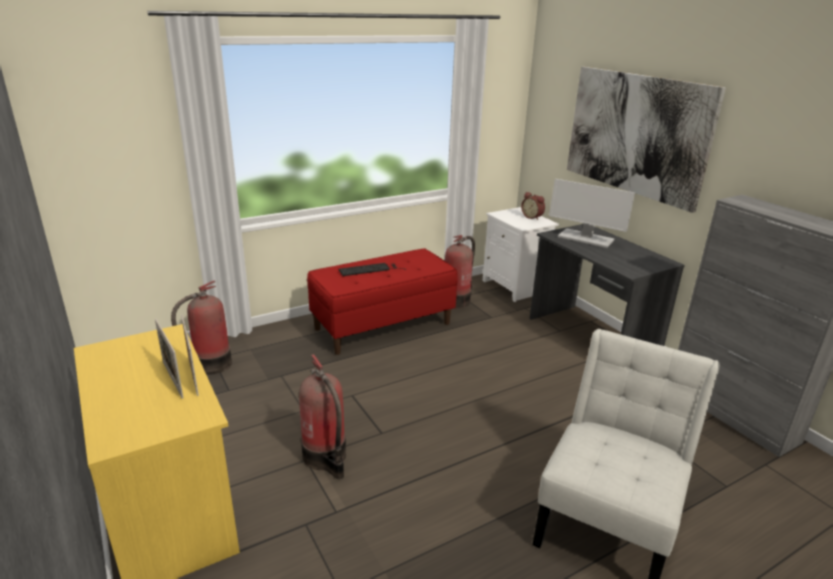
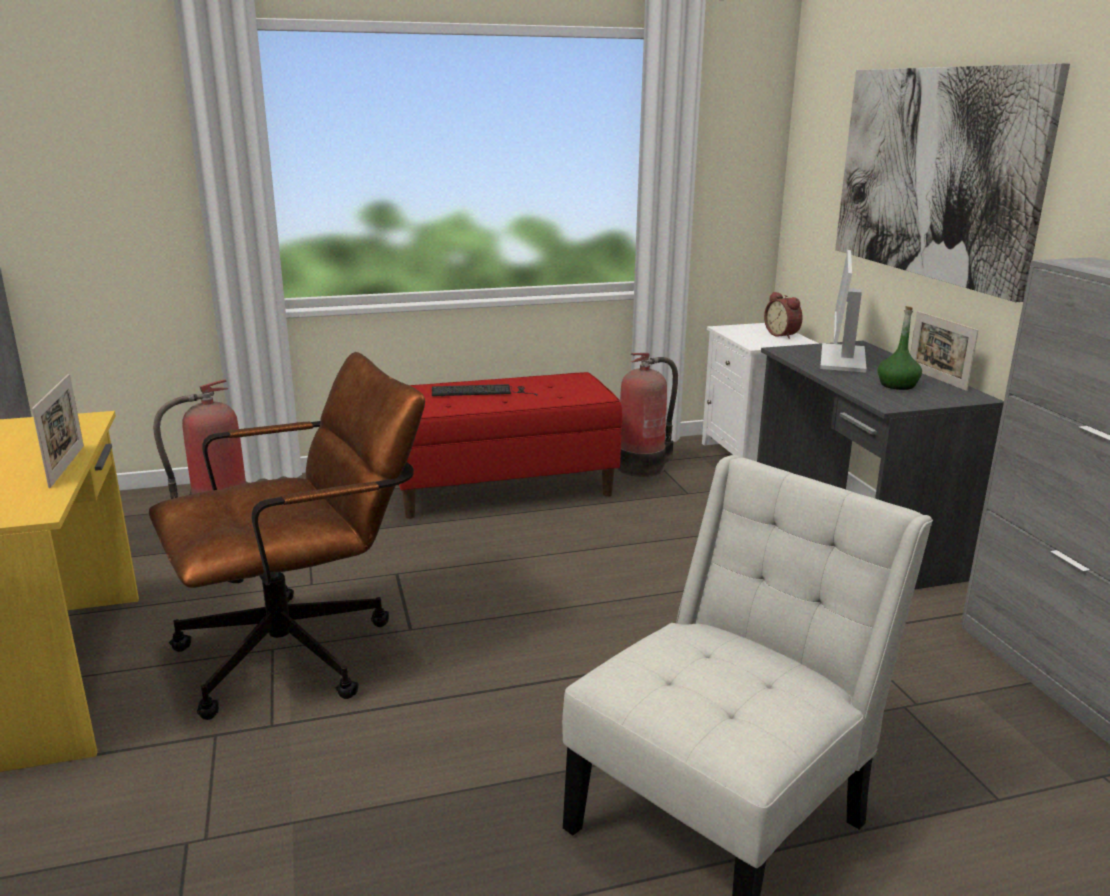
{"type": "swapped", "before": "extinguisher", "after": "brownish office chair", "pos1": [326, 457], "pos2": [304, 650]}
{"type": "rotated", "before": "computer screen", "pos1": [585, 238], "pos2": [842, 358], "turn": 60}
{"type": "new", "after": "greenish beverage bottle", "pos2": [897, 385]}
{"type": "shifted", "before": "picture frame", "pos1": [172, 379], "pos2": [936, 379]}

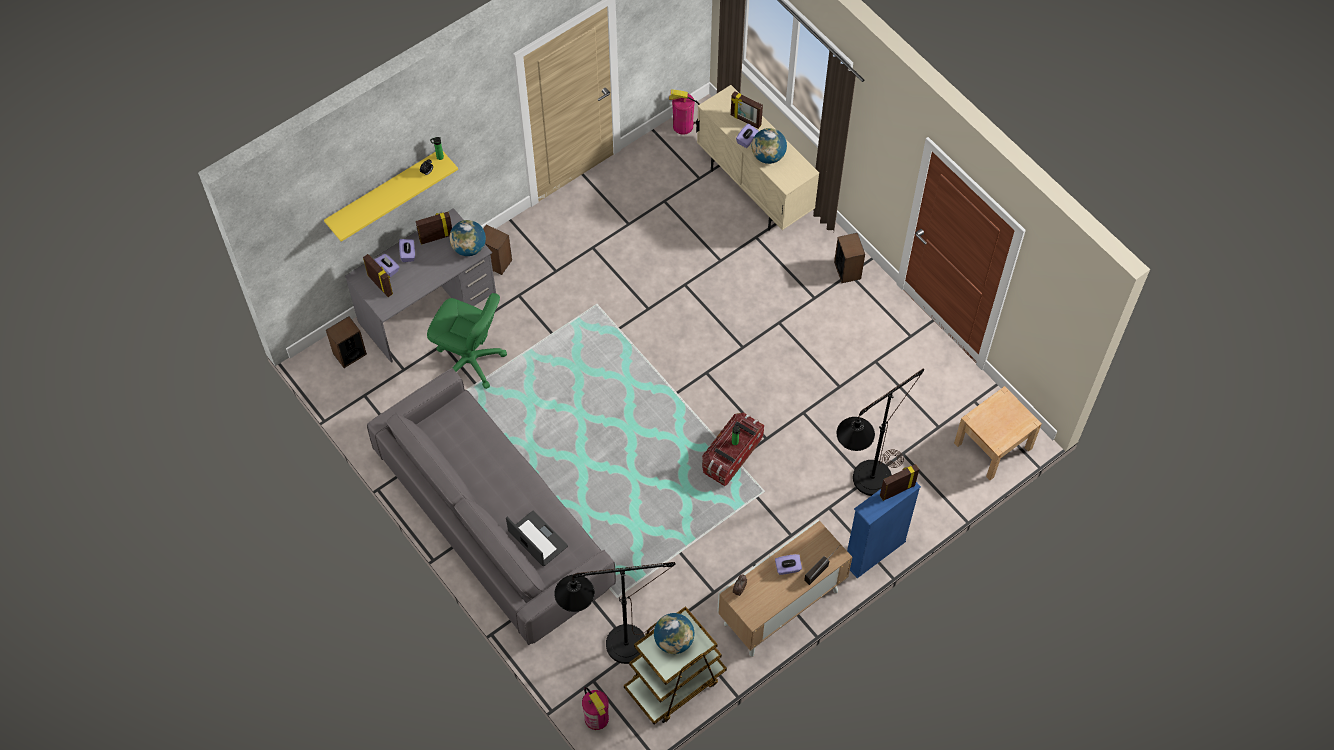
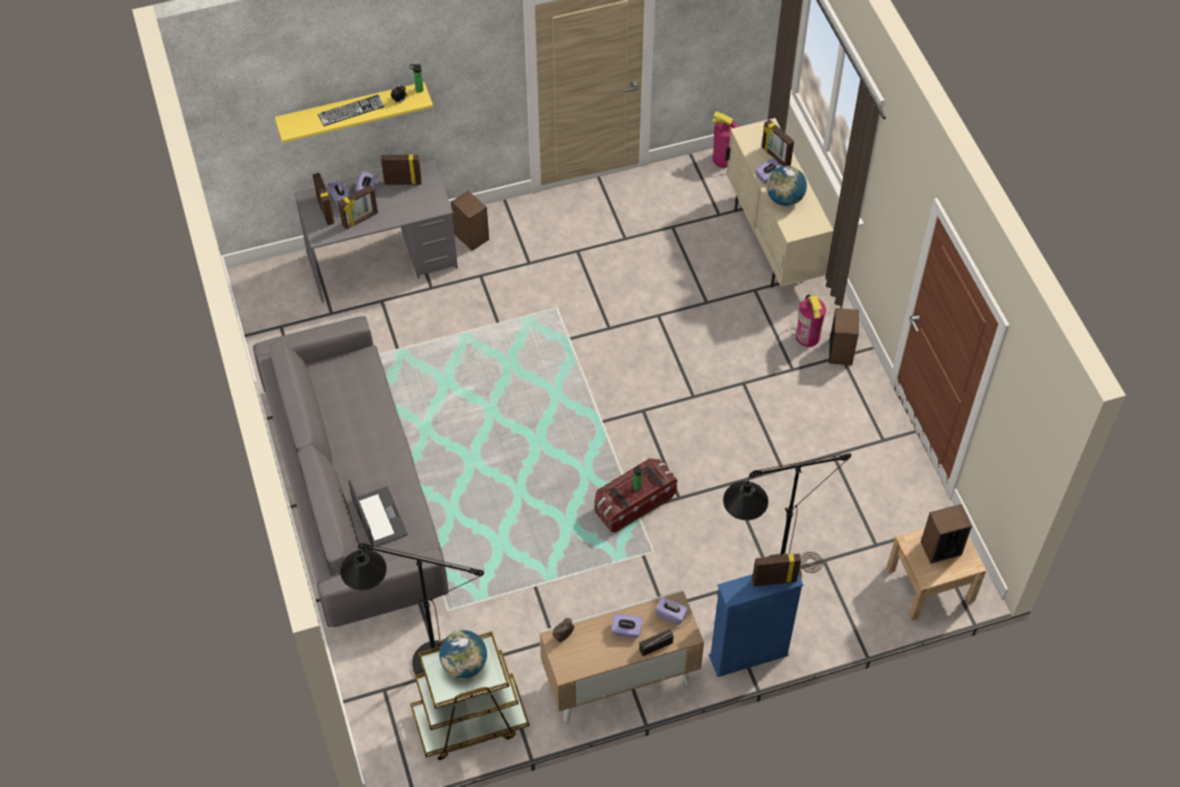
{"type": "new", "after": "PC keyboard", "pos2": [351, 110]}
{"type": "new", "after": "picture frame", "pos2": [360, 220]}
{"type": "new", "after": "purplish box of tissues", "pos2": [671, 615]}
{"type": "shifted", "before": "extinguisher", "pos1": [596, 718], "pos2": [807, 336]}
{"type": "shifted", "before": "loudspeaker", "pos1": [349, 354], "pos2": [940, 548]}
{"type": "gone", "before": "greenish office chair", "pos1": [470, 361]}
{"type": "gone", "before": "globe", "pos1": [469, 248]}

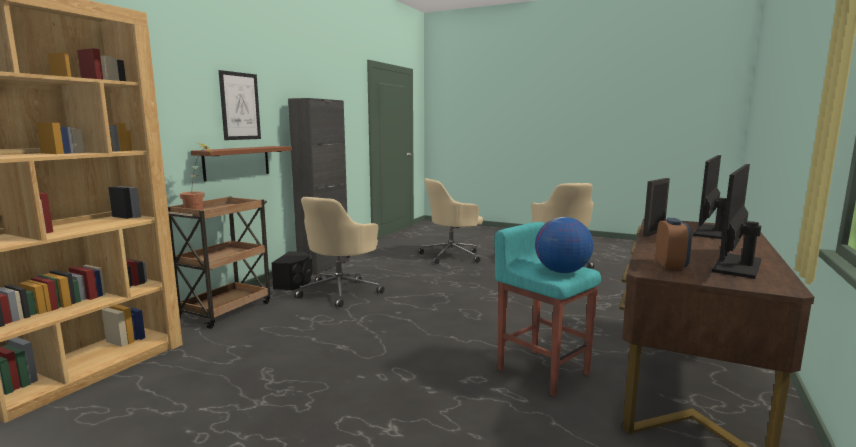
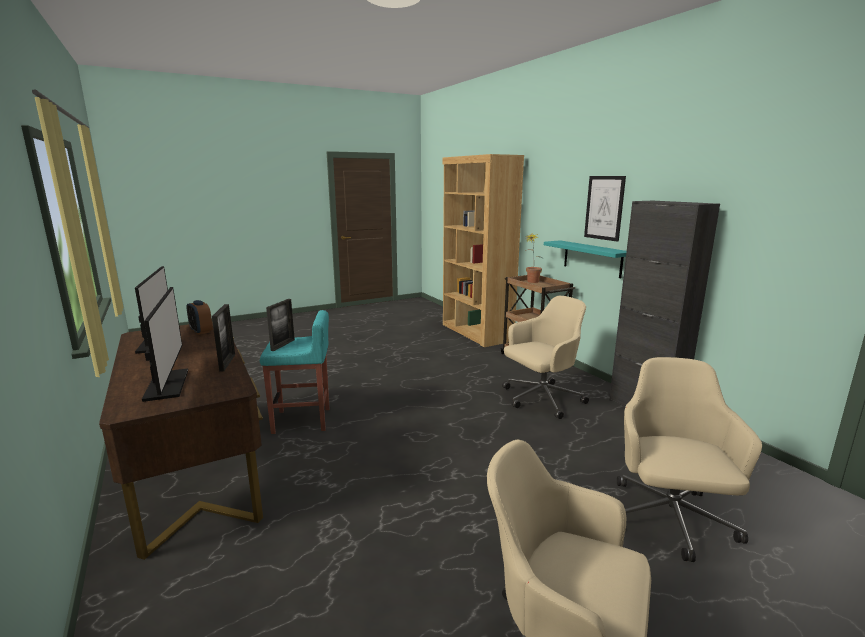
{"type": "swapped", "before": "globe", "after": "picture frame", "pos1": [561, 272], "pos2": [283, 345]}
{"type": "rotated", "before": "beige office chair", "pos1": [341, 291], "pos2": [540, 399], "turn": 90}
{"type": "repainted", "before": "brownish bracket shelf", "after": "turquoise bracket shelf", "pos1": [237, 162], "pos2": [592, 258]}
{"type": "gone", "before": "blackish loudspeaker", "pos1": [295, 282]}

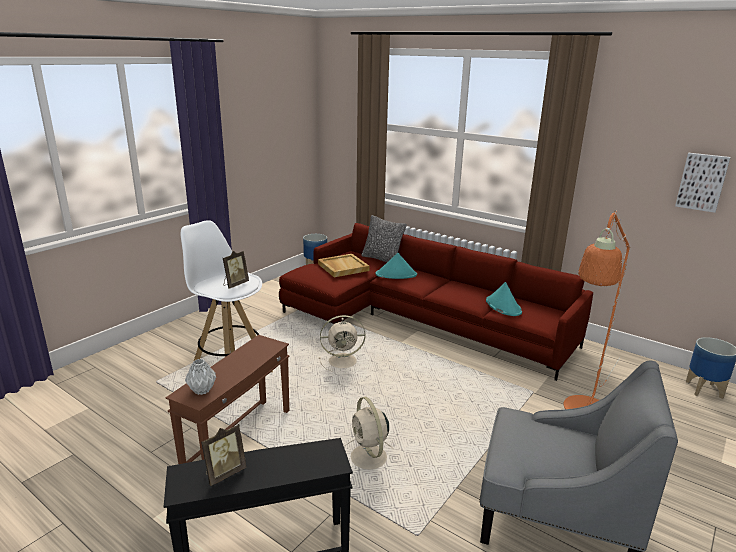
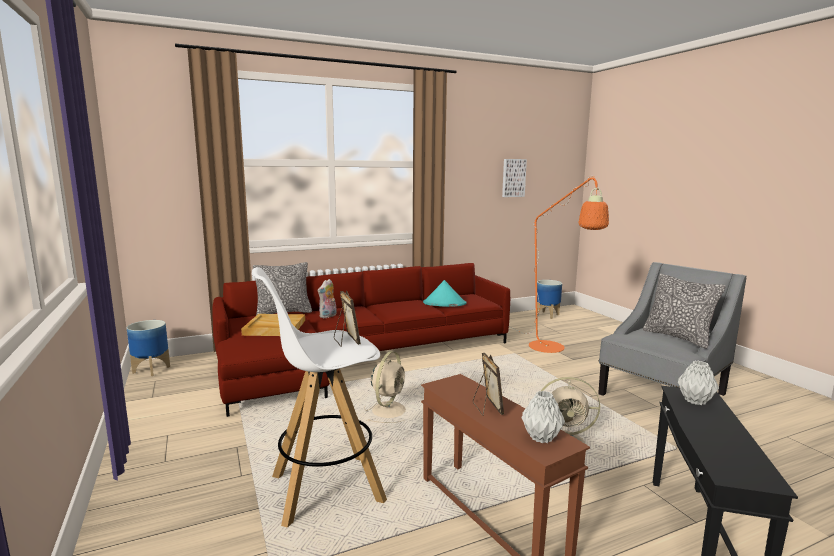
{"type": "swapped", "before": "turquoise wearable hat", "after": "cuddly toy", "pos1": [396, 274], "pos2": [328, 316]}
{"type": "shifted", "before": "picture frame", "pos1": [224, 473], "pos2": [487, 408]}
{"type": "new", "after": "throw pillow", "pos2": [678, 337]}
{"type": "new", "after": "greyish vase", "pos2": [695, 401]}

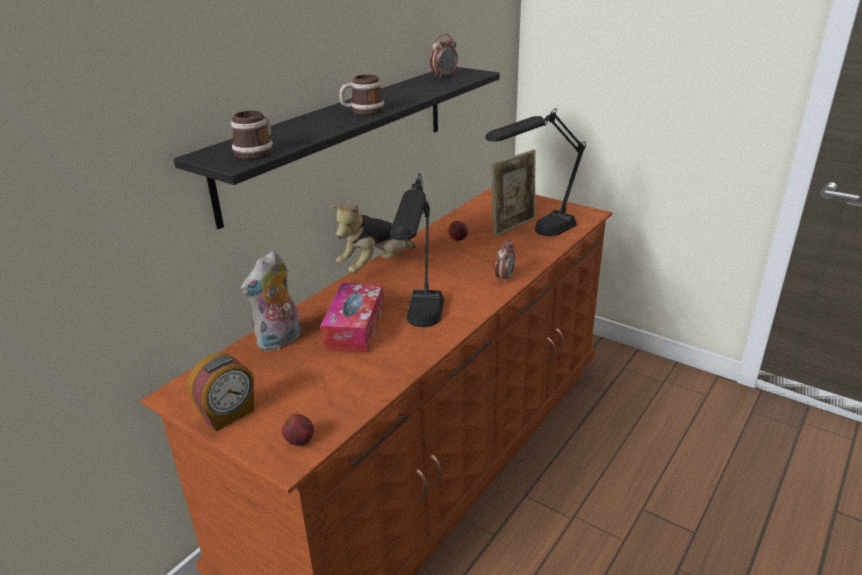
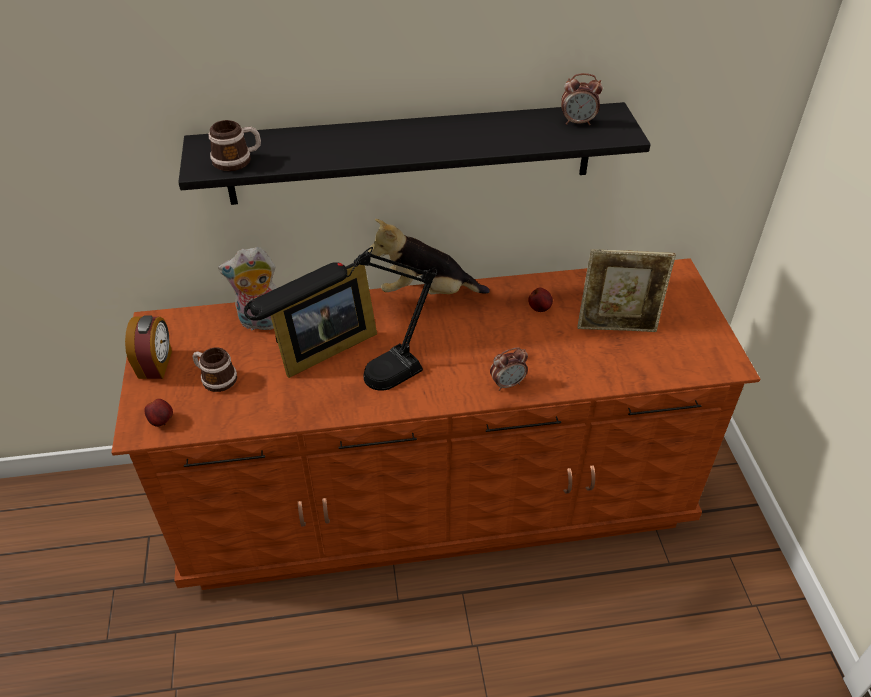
{"type": "rotated", "before": "table clock", "pos1": [228, 415], "pos2": [156, 365], "turn": -90}
{"type": "shifted", "before": "coffee mug", "pos1": [362, 111], "pos2": [215, 378]}
{"type": "swapped", "before": "box of tissues", "after": "picture frame", "pos1": [355, 328], "pos2": [323, 348]}
{"type": "gone", "before": "blackish lamp for a table", "pos1": [535, 236]}

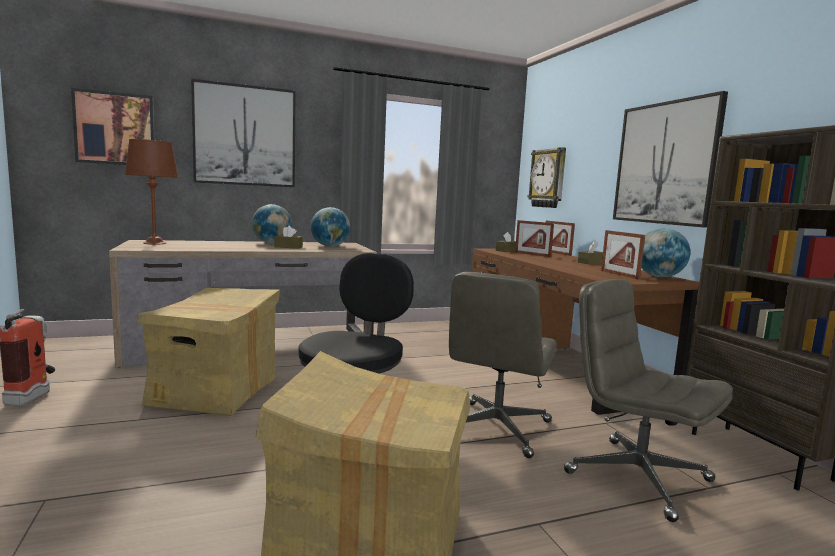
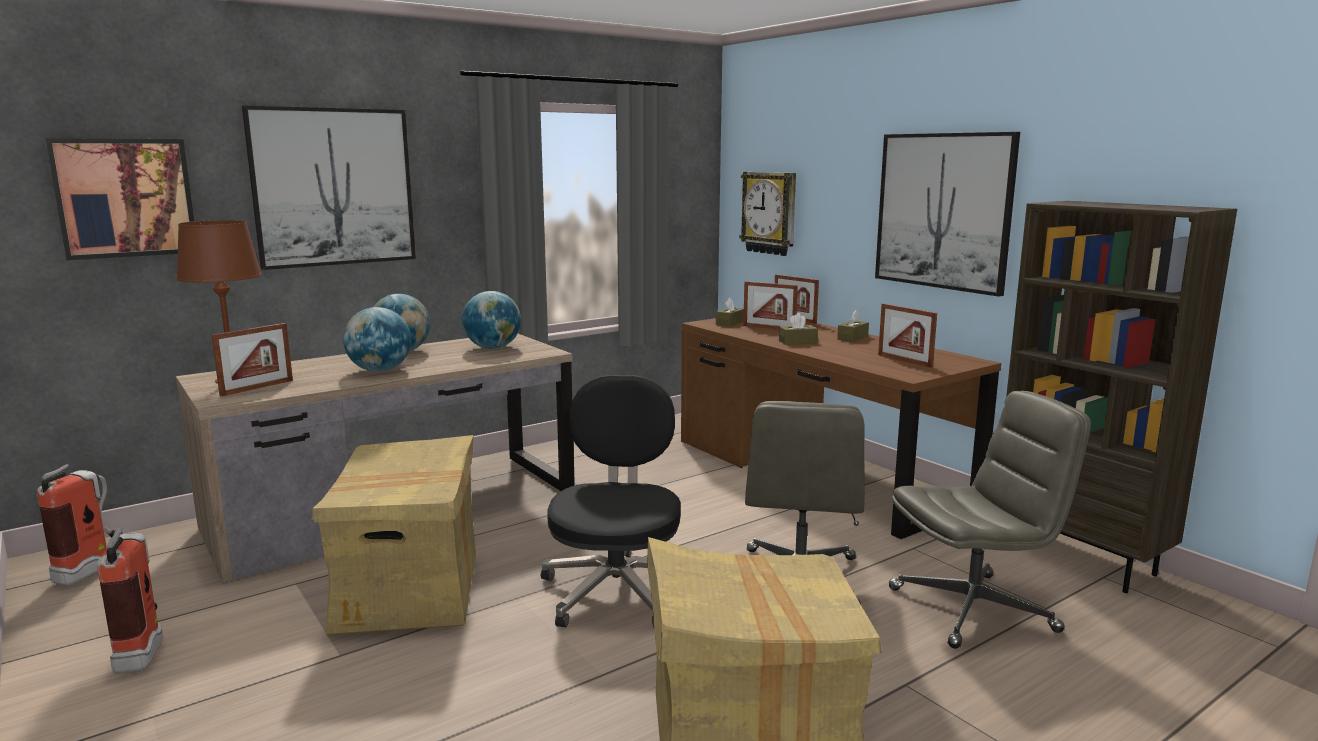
{"type": "new", "after": "extinguisher", "pos2": [93, 571]}
{"type": "new", "after": "picture frame", "pos2": [257, 388]}
{"type": "shifted", "before": "globe", "pos1": [659, 277], "pos2": [380, 370]}
{"type": "shifted", "before": "brownish box of tissues", "pos1": [288, 247], "pos2": [797, 342]}
{"type": "rotated", "before": "greyish office chair", "pos1": [636, 476], "pos2": [973, 609], "turn": 135}

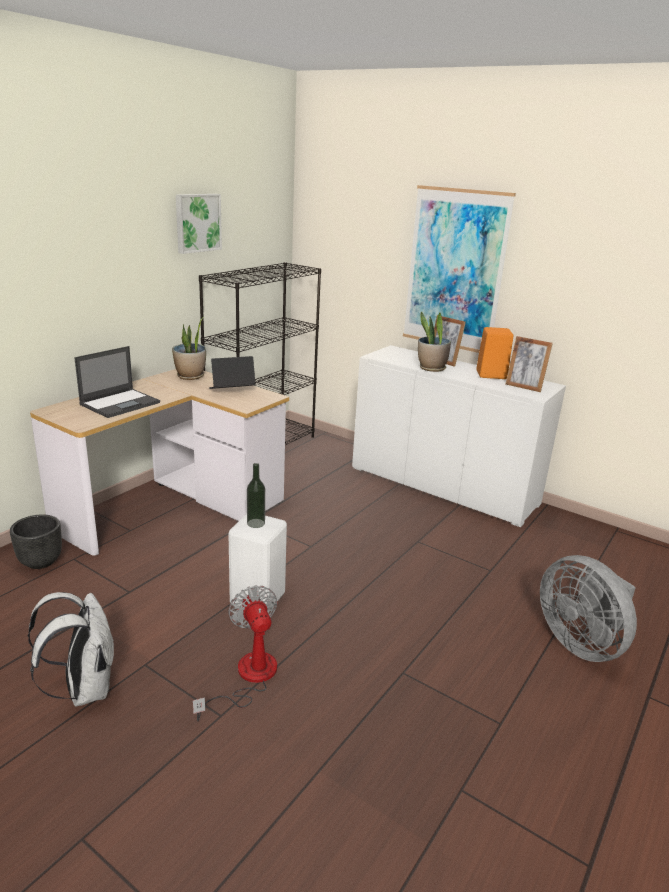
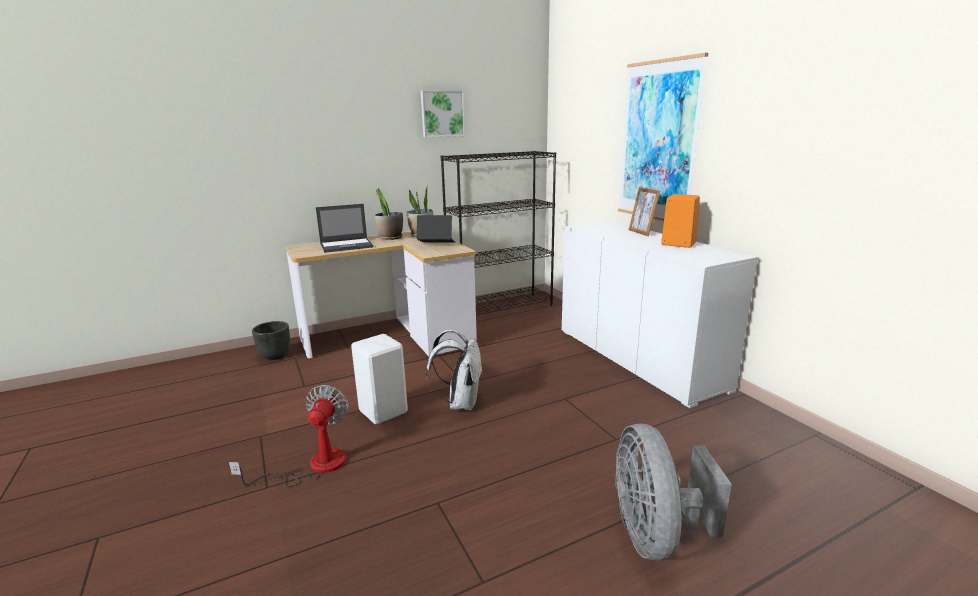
{"type": "shifted", "before": "plant in a pot", "pos1": [431, 368], "pos2": [390, 238]}
{"type": "shifted", "before": "white backpack", "pos1": [84, 688], "pos2": [460, 403]}
{"type": "gone", "before": "beverage bottle", "pos1": [256, 523]}
{"type": "gone", "before": "picture frame", "pos1": [524, 387]}

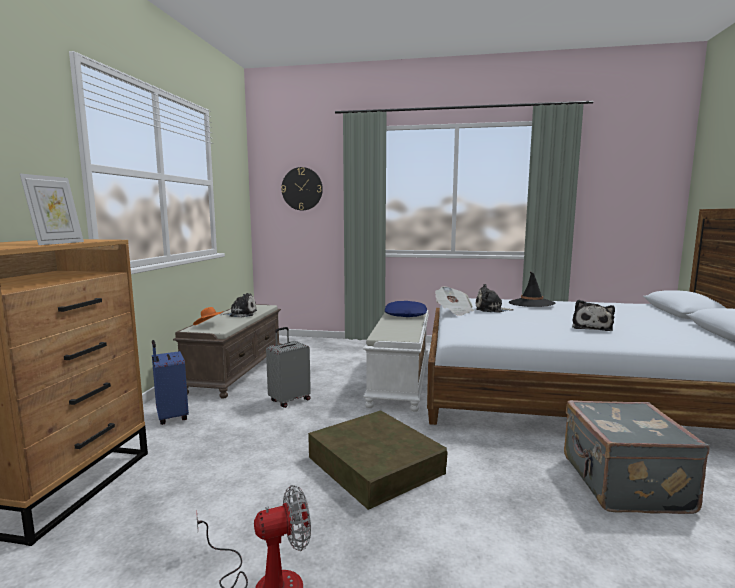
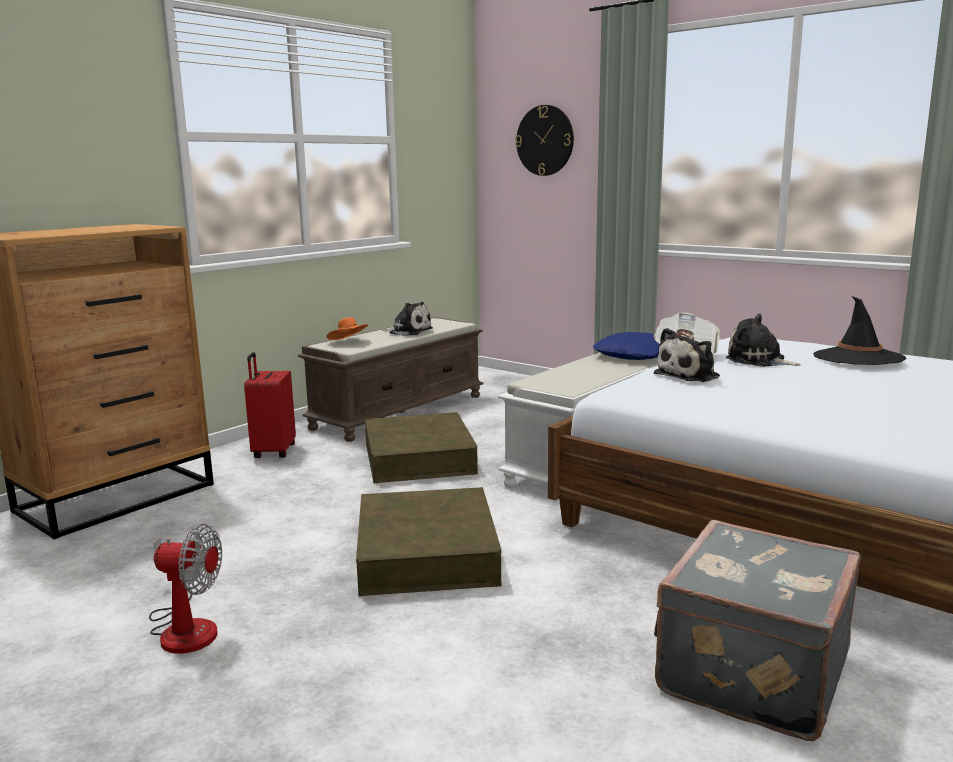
{"type": "repainted", "before": "blue-coloured travel case", "after": "red travel case", "pos1": [171, 417], "pos2": [273, 452]}
{"type": "swapped", "before": "greyish travel case", "after": "brownish storage container", "pos1": [289, 400], "pos2": [419, 458]}
{"type": "shifted", "before": "cuddly toy", "pos1": [591, 327], "pos2": [690, 375]}
{"type": "gone", "before": "picture frame", "pos1": [57, 243]}

